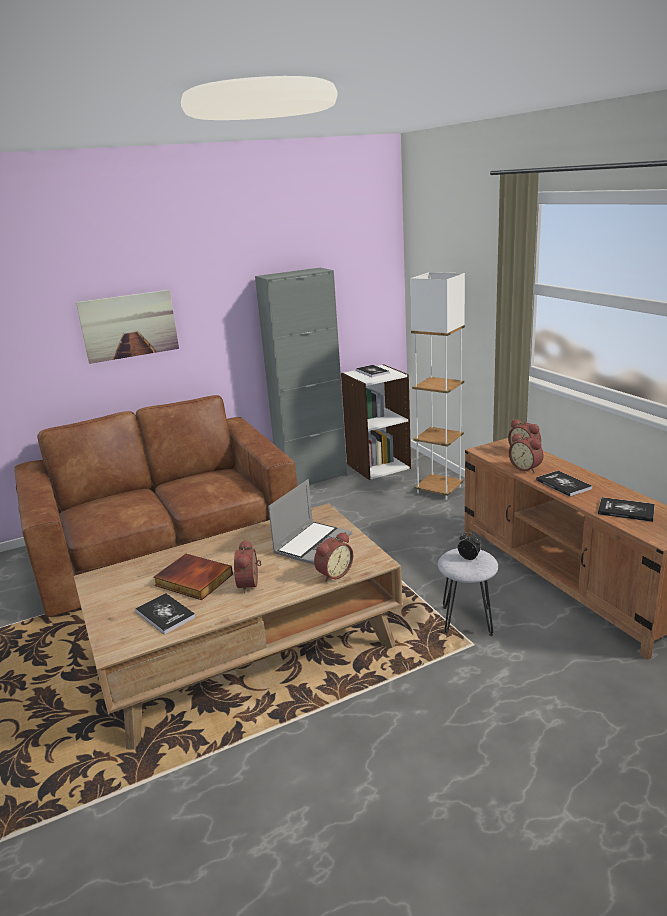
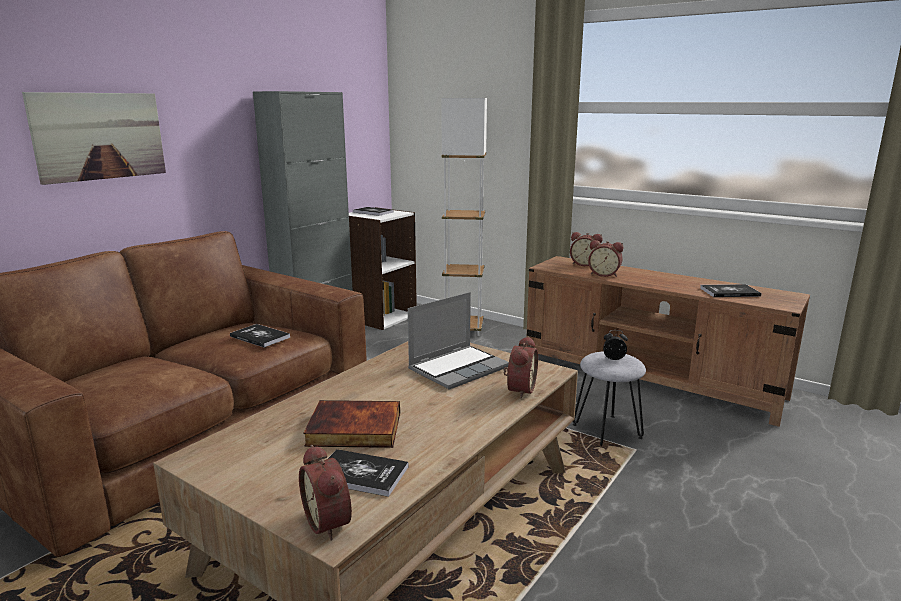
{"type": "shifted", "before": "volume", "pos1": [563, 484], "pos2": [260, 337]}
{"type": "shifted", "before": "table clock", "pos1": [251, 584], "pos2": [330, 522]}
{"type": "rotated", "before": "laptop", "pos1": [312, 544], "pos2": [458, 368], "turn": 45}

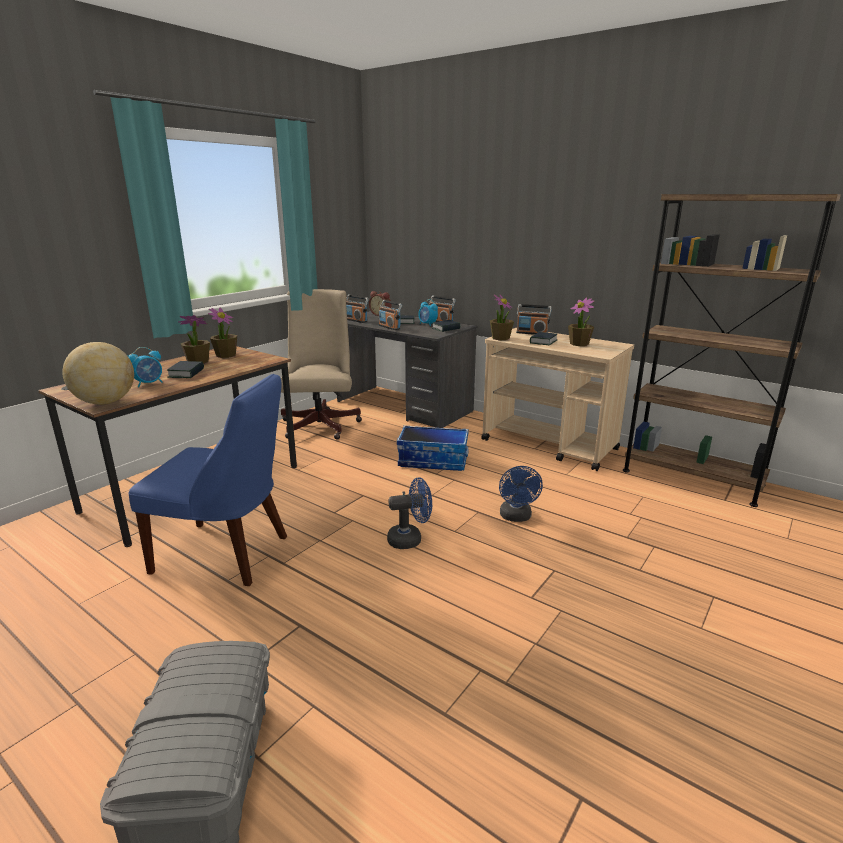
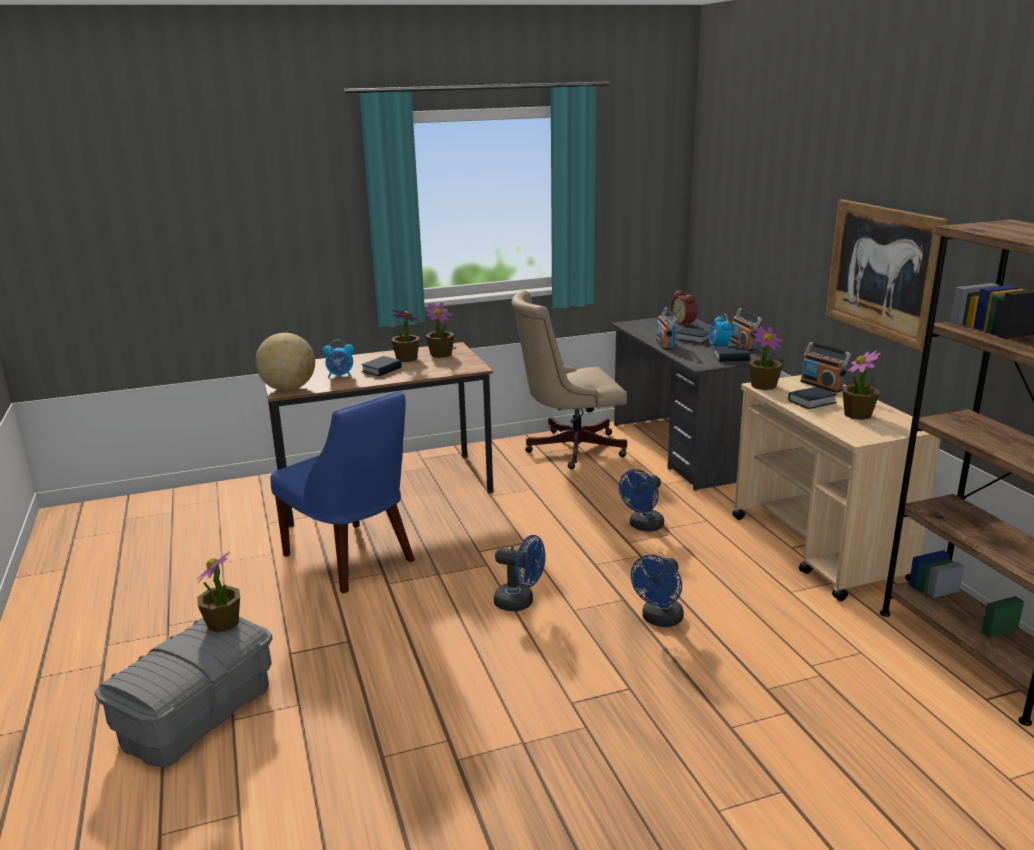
{"type": "new", "after": "plant in a pot", "pos2": [223, 623]}
{"type": "rotated", "before": "beige office chair", "pos1": [321, 423], "pos2": [569, 448], "turn": -135}
{"type": "swapped", "before": "storage container", "after": "blue-coloured cooling fan", "pos1": [433, 460], "pos2": [643, 526]}
{"type": "new", "after": "wall art", "pos2": [883, 272]}
{"type": "gone", "before": "radio set", "pos1": [356, 320]}

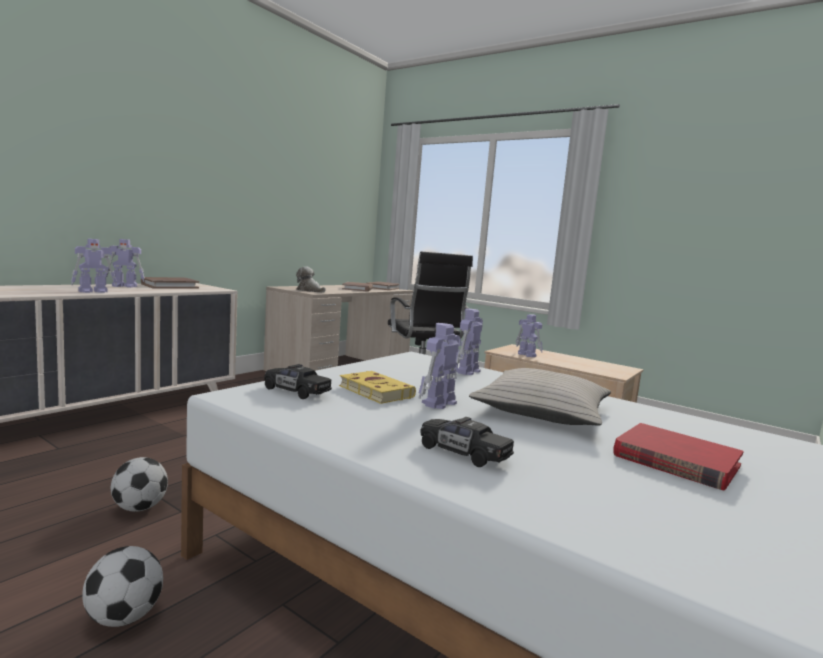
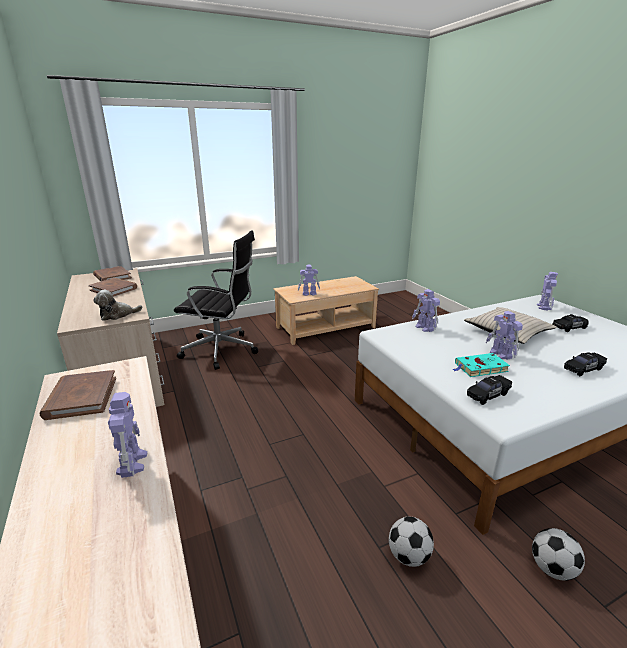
{"type": "repainted", "before": "yellow volume", "after": "turquoise volume", "pos1": [374, 391], "pos2": [479, 368]}
{"type": "shifted", "before": "model robot", "pos1": [125, 286], "pos2": [543, 307]}
{"type": "swapped", "before": "red volume", "after": "blackish miniature car", "pos1": [675, 461], "pos2": [569, 328]}

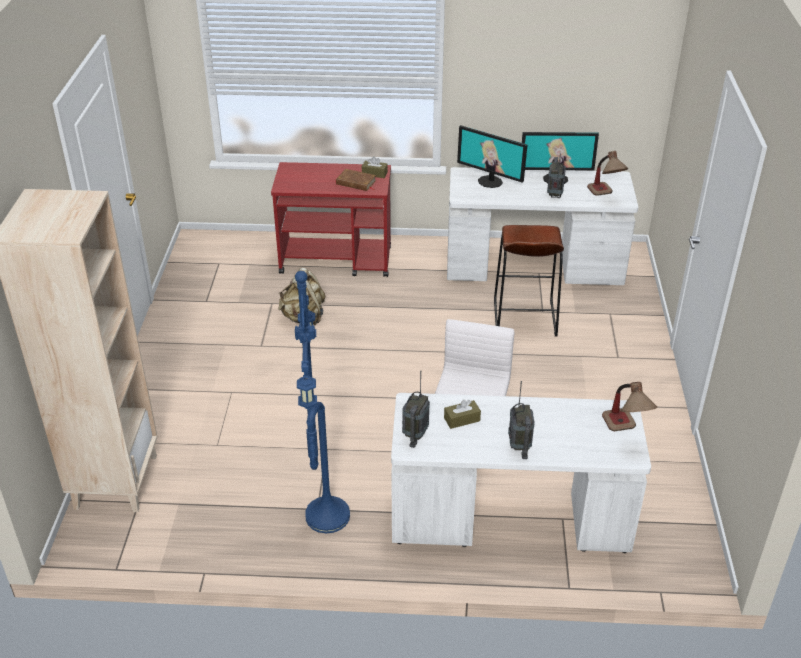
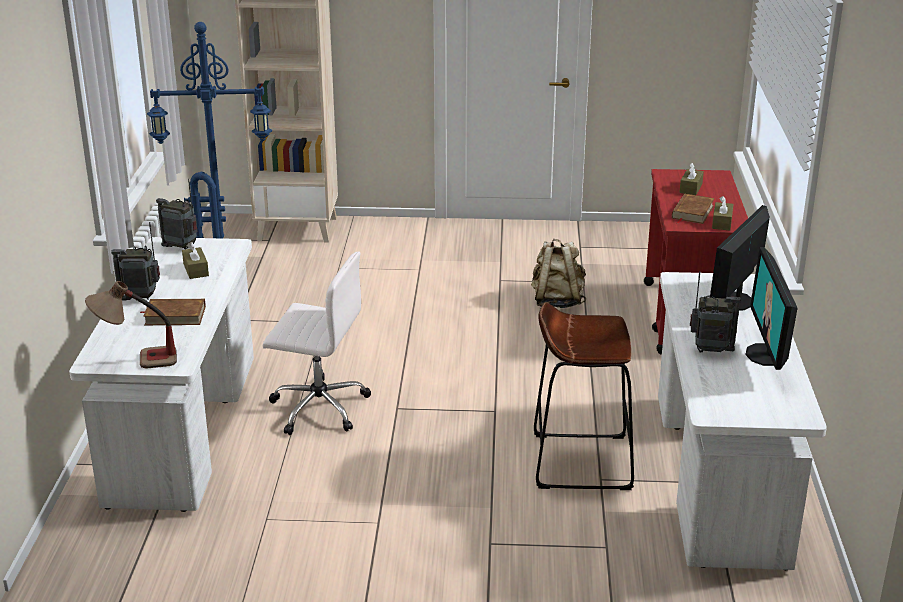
{"type": "new", "after": "brownish volume", "pos2": [175, 316]}
{"type": "new", "after": "brownish box of tissues", "pos2": [691, 188]}
{"type": "gone", "before": "lamp for a table", "pos1": [605, 196]}

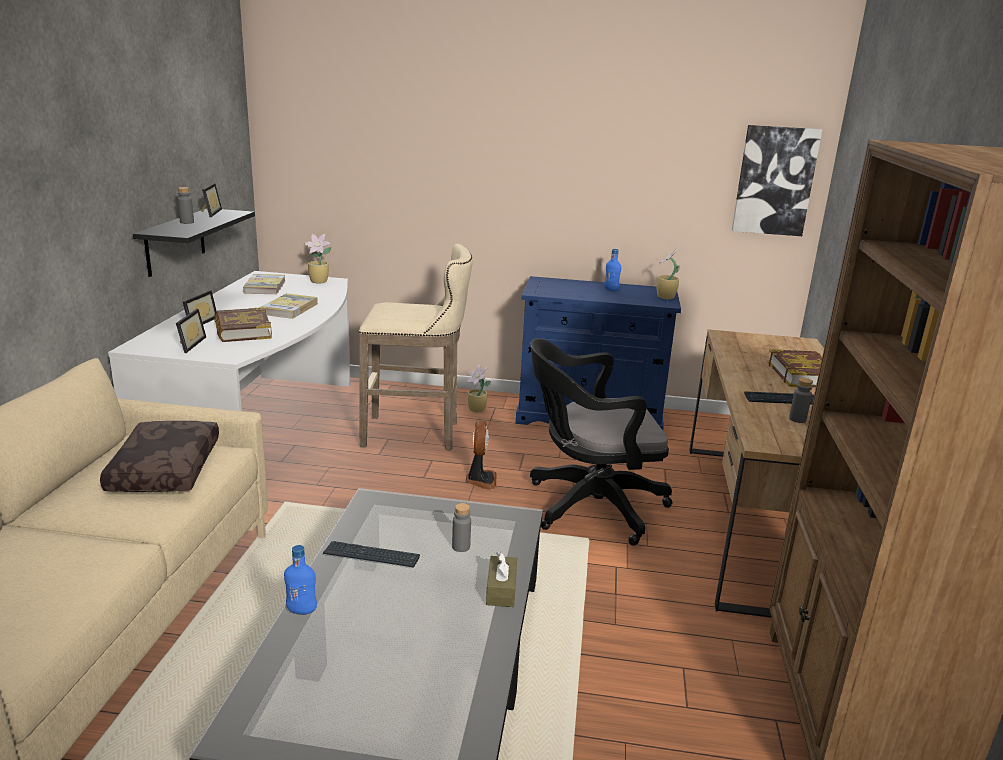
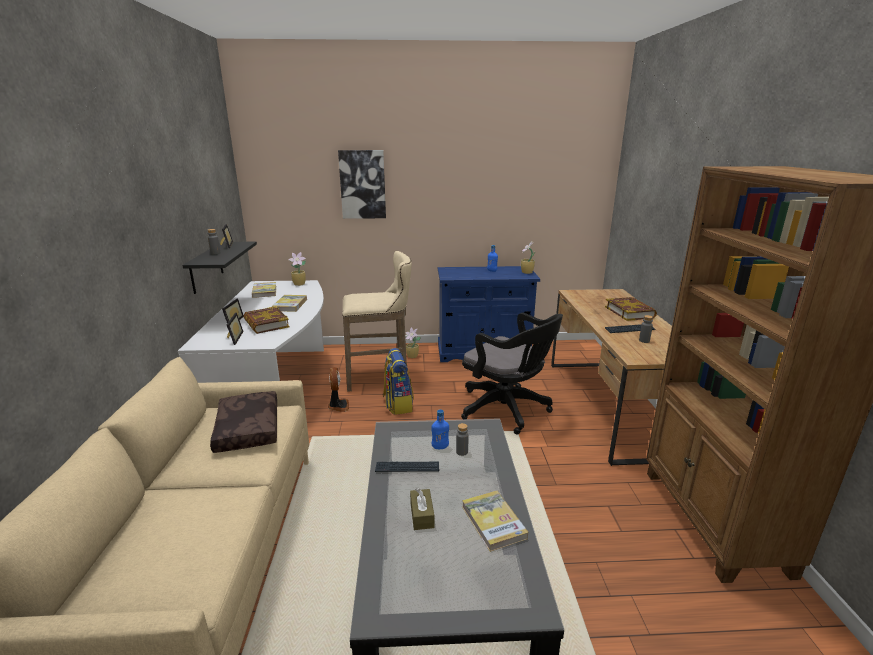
{"type": "shifted", "before": "cooling fan", "pos1": [480, 480], "pos2": [338, 406]}
{"type": "shifted", "before": "wall art", "pos1": [774, 181], "pos2": [362, 184]}
{"type": "new", "after": "backpack", "pos2": [398, 404]}
{"type": "shifted", "before": "brownish box of tissues", "pos1": [501, 590], "pos2": [422, 515]}
{"type": "shifted", "before": "blue-coloured beverage bottle", "pos1": [301, 610], "pos2": [440, 447]}
{"type": "rotated", "before": "blackish office chair", "pos1": [588, 506], "pos2": [508, 410], "turn": -120}
{"type": "new", "after": "volume", "pos2": [493, 522]}

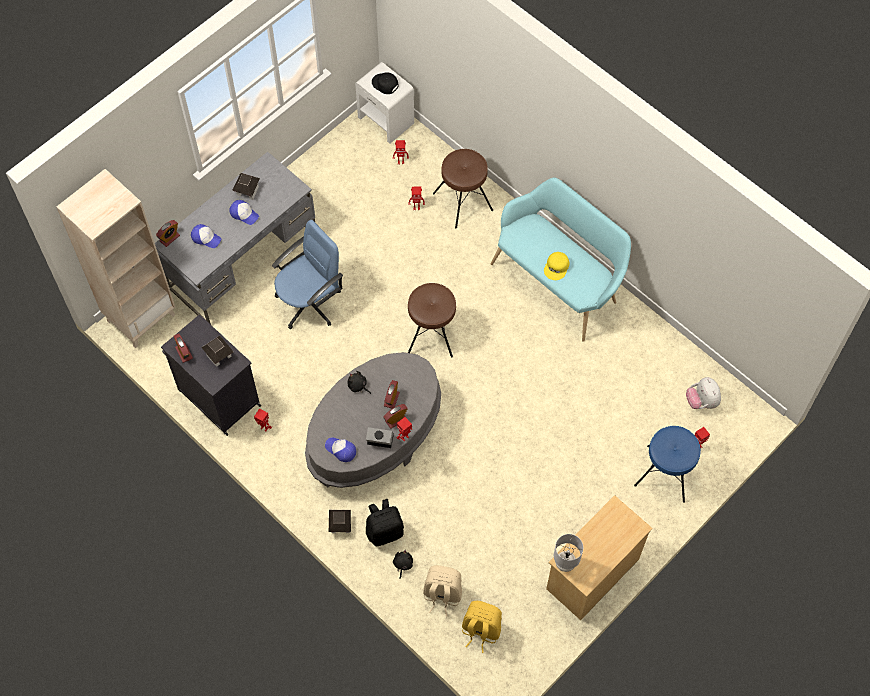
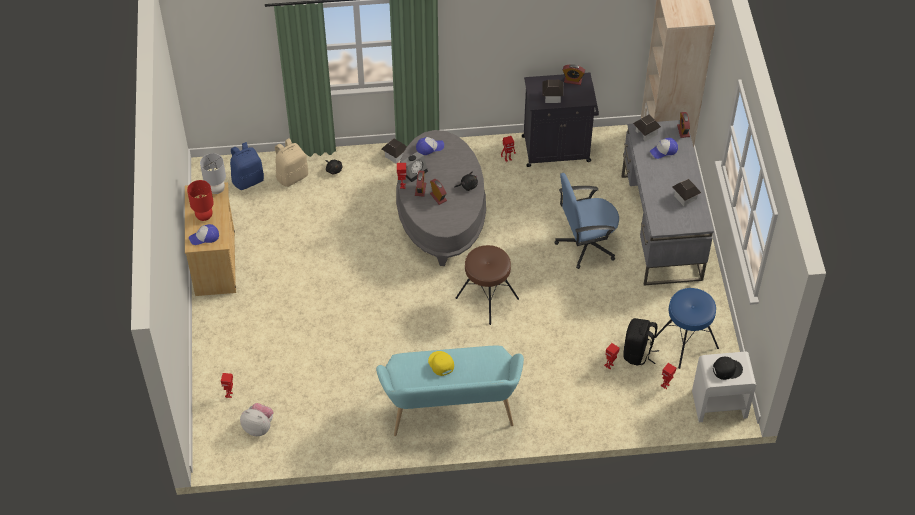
{"type": "new", "after": "red lamp for a table", "pos2": [204, 216]}
{"type": "shifted", "before": "peaked cap", "pos1": [244, 214], "pos2": [204, 237]}
{"type": "repainted", "before": "yellow backpack", "after": "blue-coloured backpack", "pos1": [480, 630], "pos2": [248, 179]}
{"type": "rotated", "before": "blue-coloured office chair", "pos1": [310, 302], "pos2": [585, 244], "turn": 75}
{"type": "shifted", "before": "blackish backpack", "pos1": [385, 531], "pos2": [638, 353]}
{"type": "new", "after": "model house", "pos2": [646, 133]}
{"type": "shifted", "before": "blue-coloured stool", "pos1": [665, 474], "pos2": [686, 342]}
{"type": "gone", "before": "brownish stool", "pos1": [463, 201]}

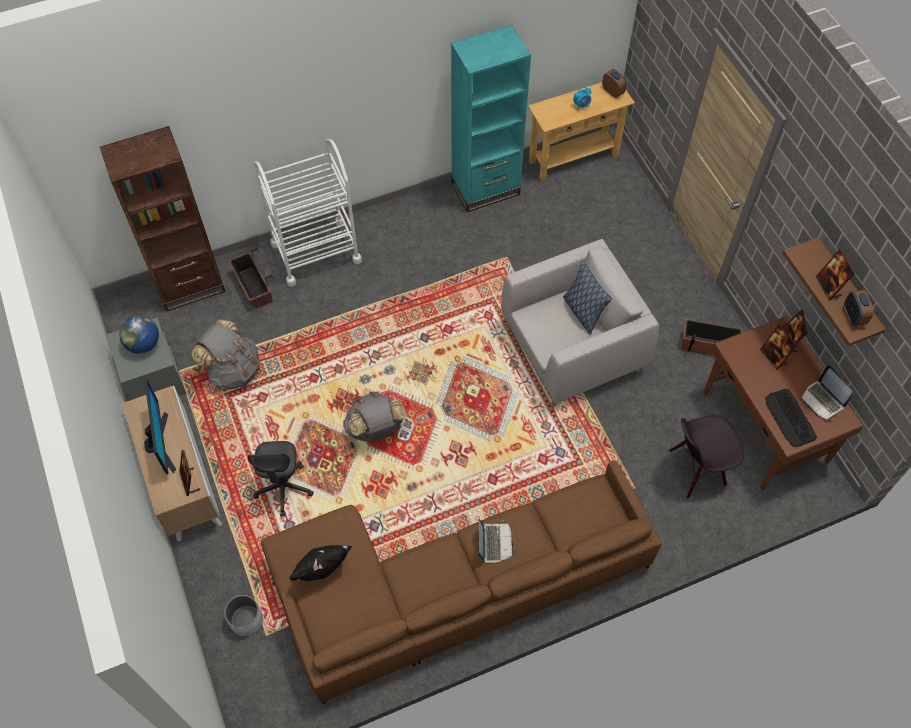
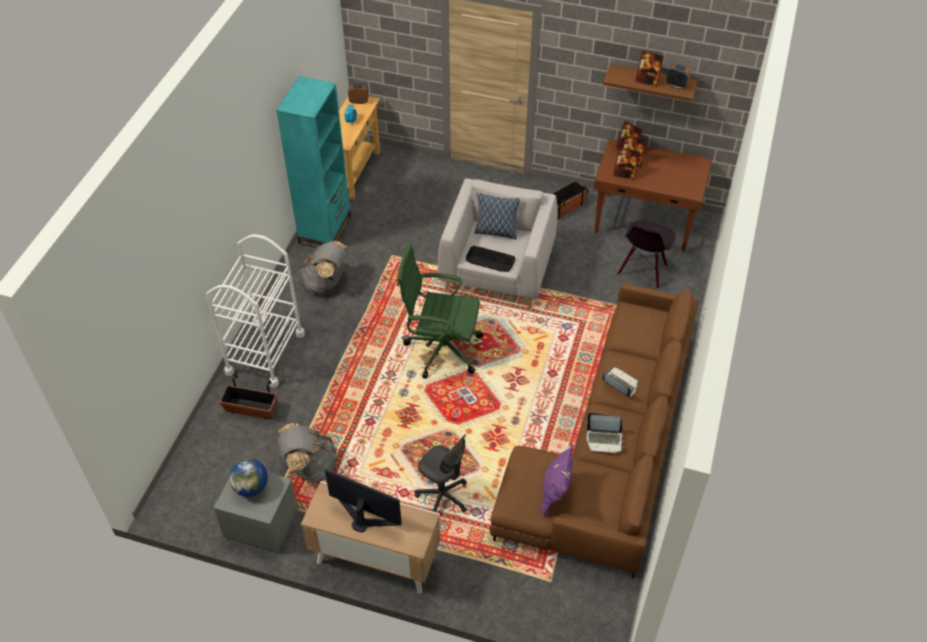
{"type": "shifted", "before": "greyish backpack", "pos1": [376, 429], "pos2": [326, 282]}
{"type": "new", "after": "greenish office chair", "pos2": [441, 348]}
{"type": "shifted", "before": "PC keyboard", "pos1": [790, 418], "pos2": [490, 259]}
{"type": "repainted", "before": "blackish throw pillow", "after": "purplish throw pillow", "pos1": [323, 573], "pos2": [555, 493]}
{"type": "shifted", "before": "laptop", "pos1": [823, 400], "pos2": [604, 440]}
{"type": "shifted", "before": "picture frame", "pos1": [190, 481], "pos2": [624, 175]}
{"type": "gone", "before": "brownish bookcase", "pos1": [190, 285]}
{"type": "gone", "before": "white plant pot", "pos1": [246, 620]}

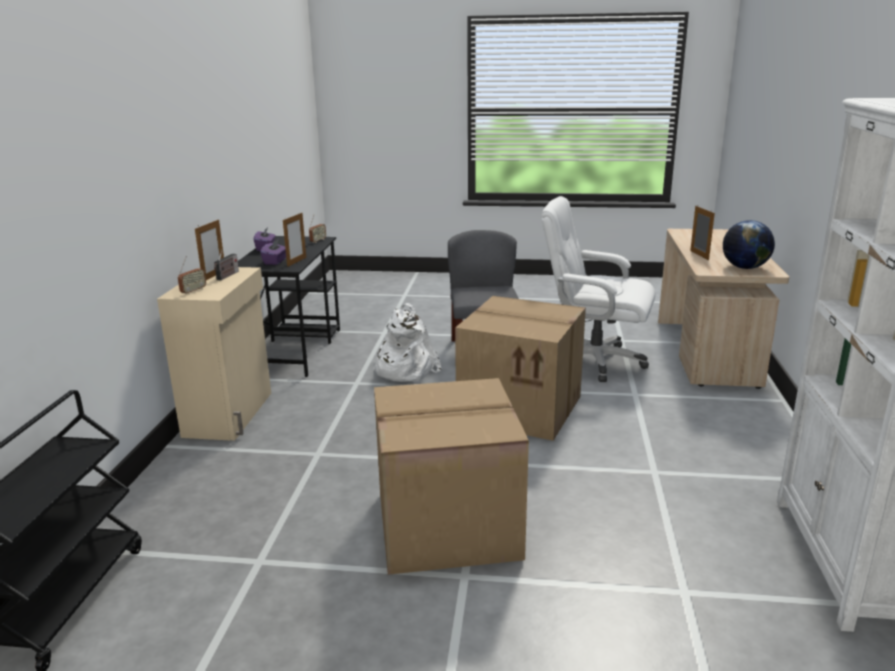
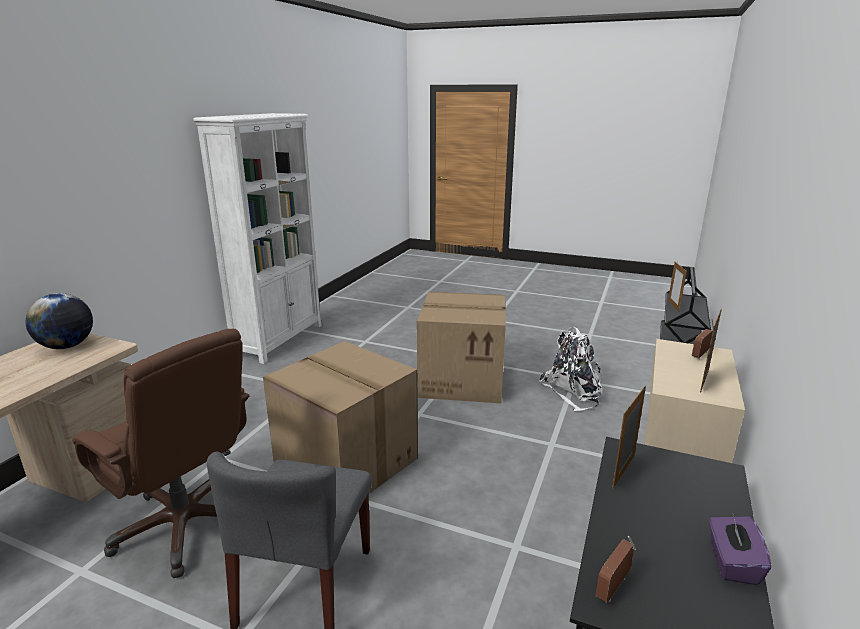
{"type": "repainted", "before": "white office chair", "after": "brownish office chair", "pos1": [594, 361], "pos2": [185, 525]}
{"type": "shifted", "before": "white backpack", "pos1": [403, 370], "pos2": [574, 391]}
{"type": "shifted", "before": "picture frame", "pos1": [699, 255], "pos2": [673, 306]}
{"type": "gone", "before": "radio set", "pos1": [227, 276]}
{"type": "gone", "before": "purplish box of tissues", "pos1": [275, 261]}

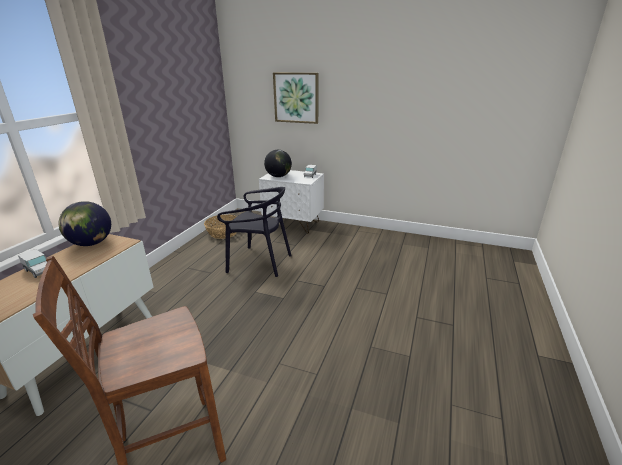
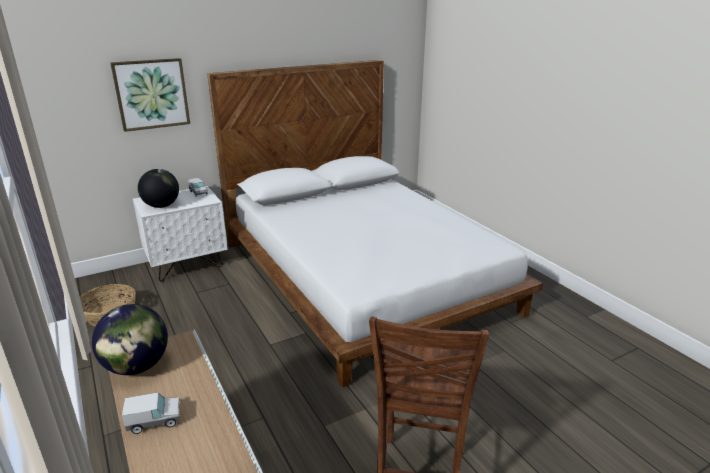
{"type": "new", "after": "white bedroom bed", "pos2": [364, 276]}
{"type": "gone", "before": "blackish upright chair", "pos1": [259, 262]}

